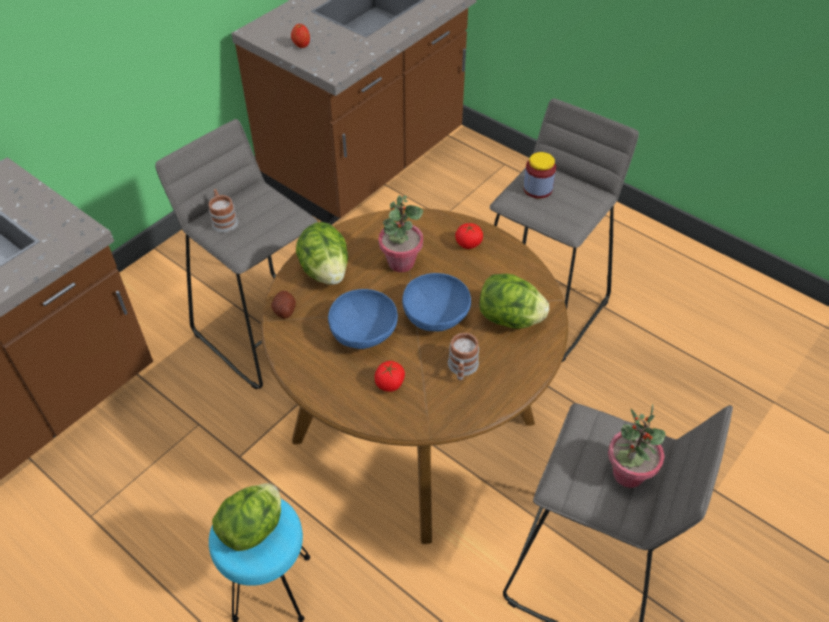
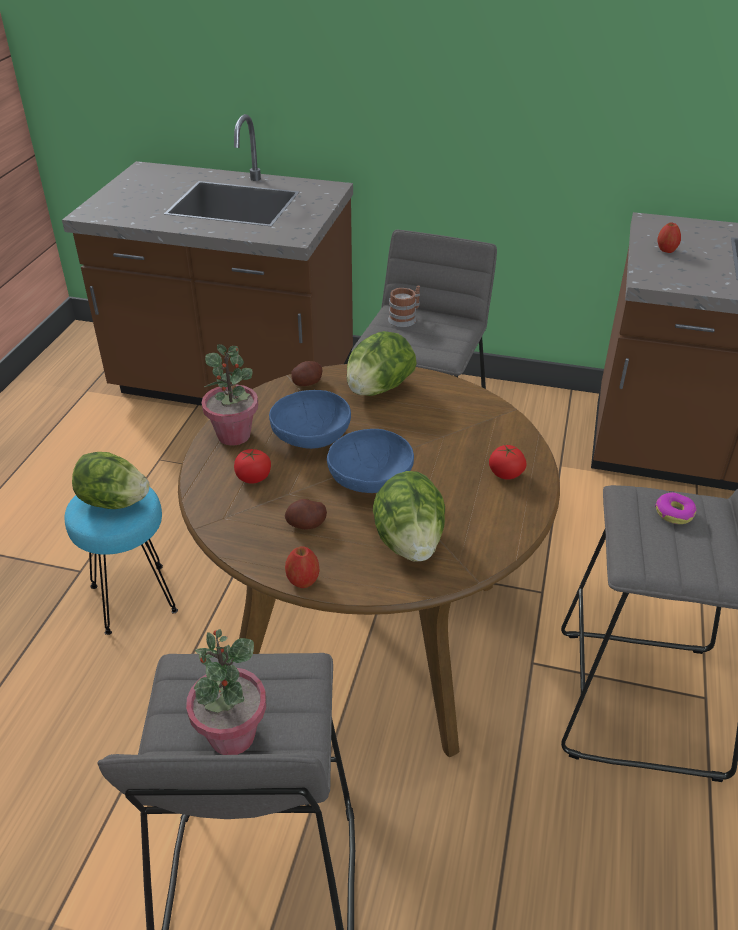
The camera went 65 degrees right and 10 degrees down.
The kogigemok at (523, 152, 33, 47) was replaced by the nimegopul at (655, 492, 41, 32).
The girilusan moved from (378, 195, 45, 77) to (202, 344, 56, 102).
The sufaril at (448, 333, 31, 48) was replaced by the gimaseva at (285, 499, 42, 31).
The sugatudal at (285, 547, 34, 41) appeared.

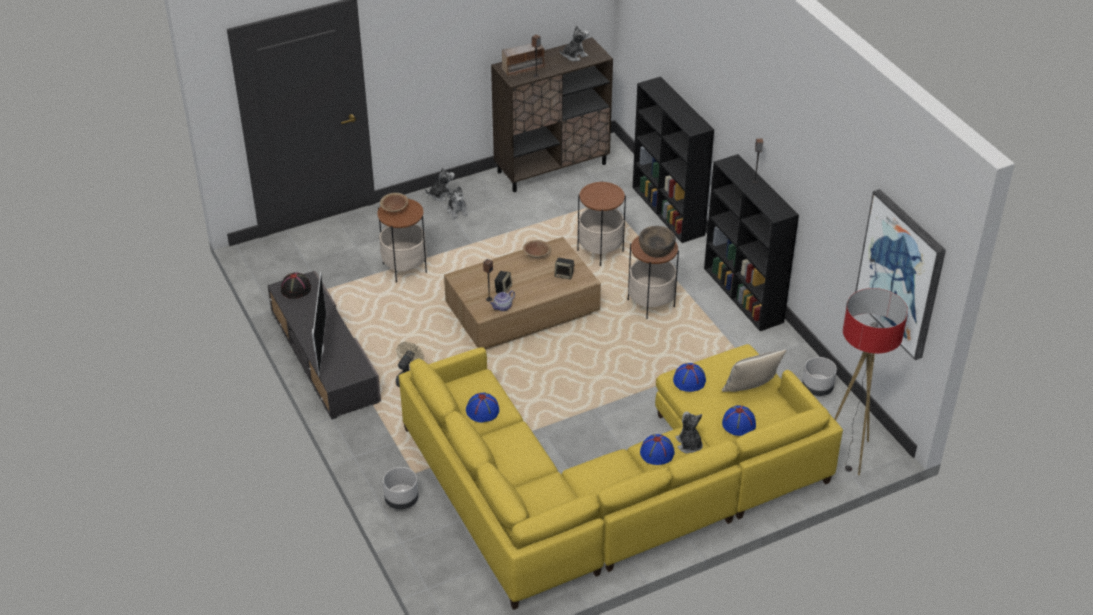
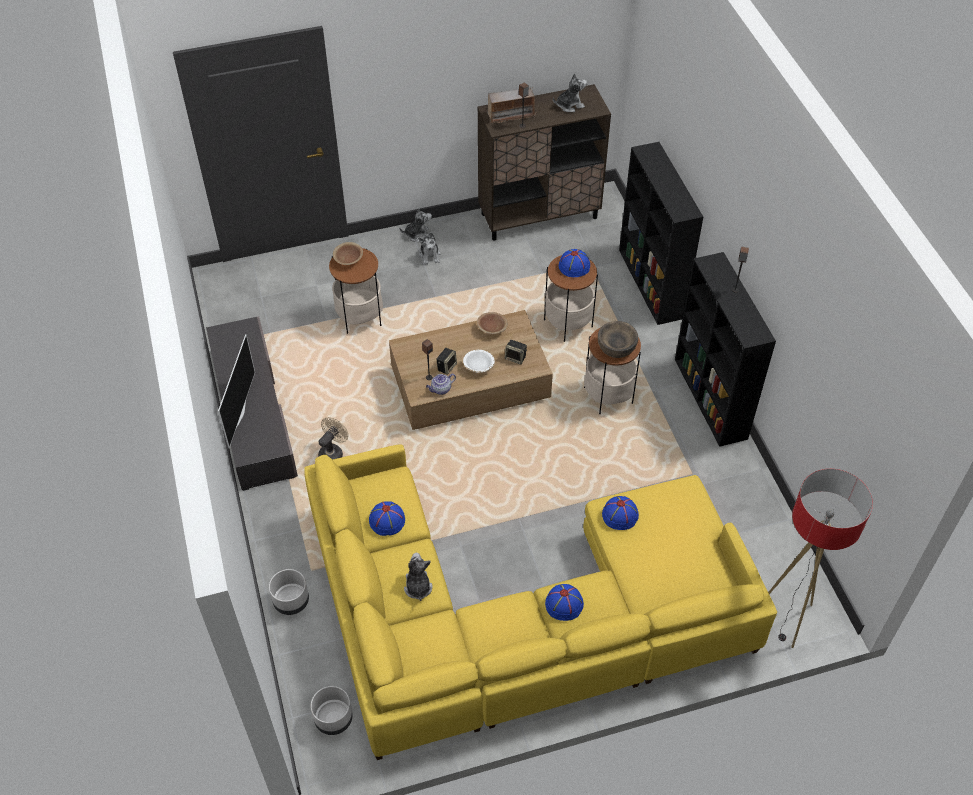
The camera went 10 degrees right and 10 degrees up.
The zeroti at (855, 189, 91, 171) disappeared.
The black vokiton at (281, 273, 30, 26) disappeared.
The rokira at (722, 350, 65, 42) disappeared.
The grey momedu moved from (802, 357, 35, 39) to (311, 686, 42, 49).
The blue vokiton moved from (722, 405, 34, 31) to (559, 249, 31, 28).
The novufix moved from (676, 411, 27, 43) to (404, 553, 29, 48).
The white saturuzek at (463, 350, 32, 23) appeared.

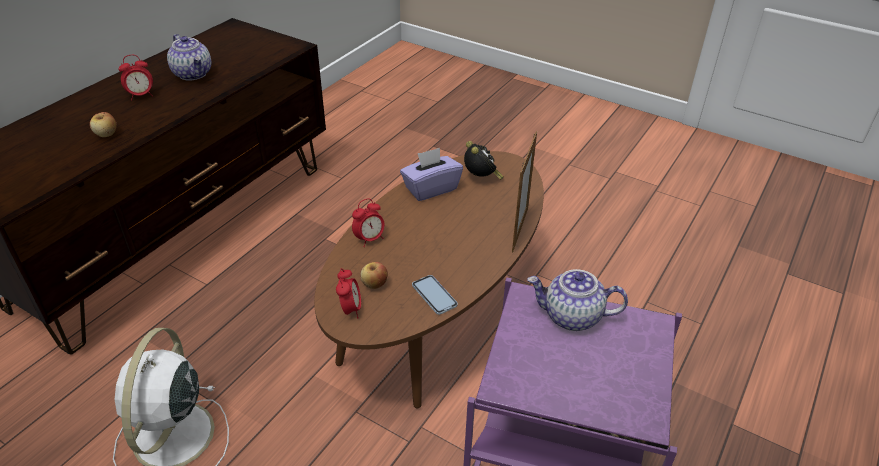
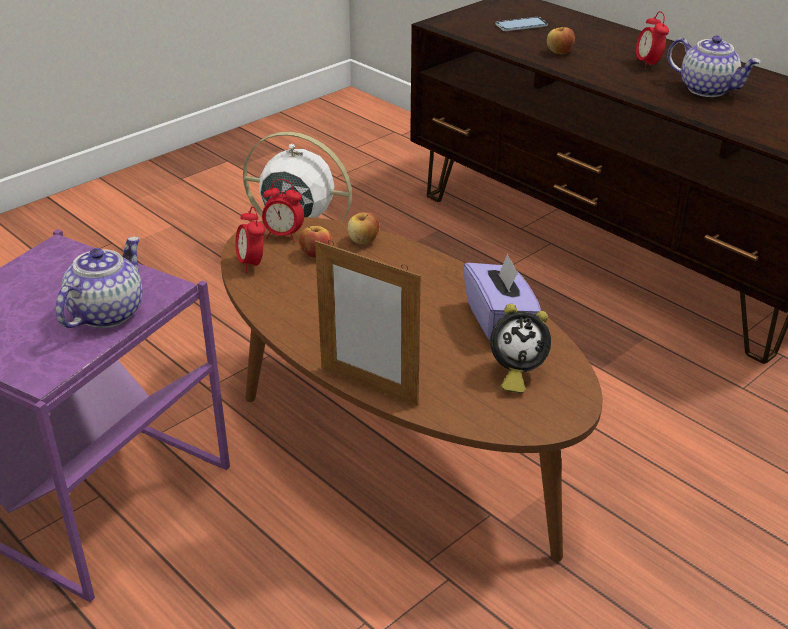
The camera went 105 degrees right and 5 degrees down.
The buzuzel at (167, 34, 44, 47) turned 120 degrees counterclockwise.
The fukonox moved from (352, 199, 33, 48) to (236, 206, 29, 67).
The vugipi moved from (412, 275, 46, 40) to (496, 17, 52, 14).
The sugatudal at (347, 212, 33, 33) appeared.

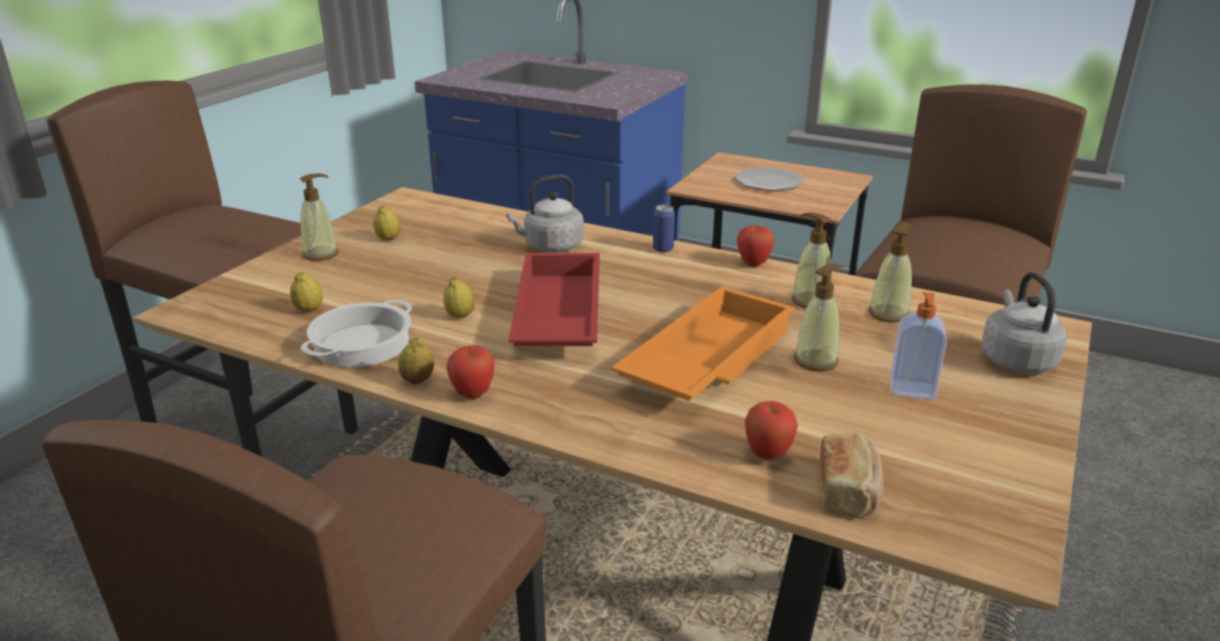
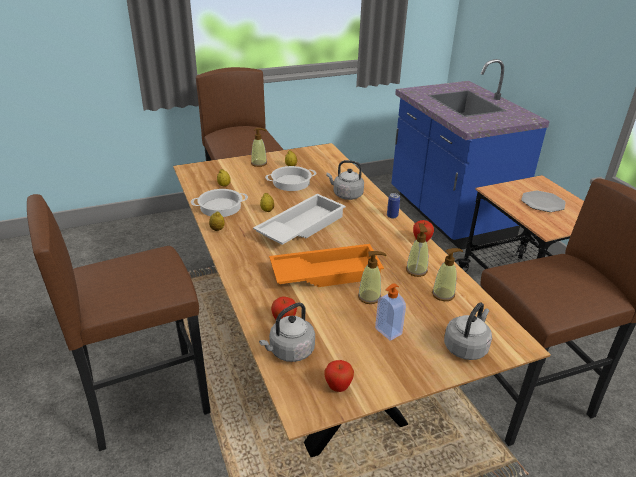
The camera went 40 degrees right and 5 degrees up.
The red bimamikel at (508, 253, 92, 93) became the white bimamikel at (253, 194, 93, 51).
The sugatudal moved from (446, 345, 49, 54) to (324, 360, 30, 32).
The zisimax at (820, 433, 64, 85) was replaced by the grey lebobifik at (259, 303, 56, 59).
The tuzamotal at (265, 166, 52, 25) appeared.

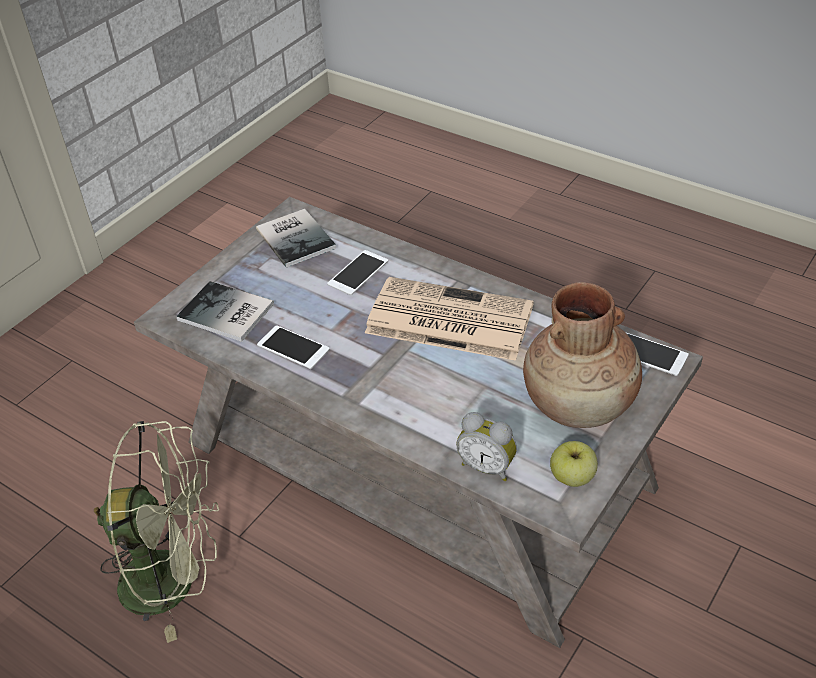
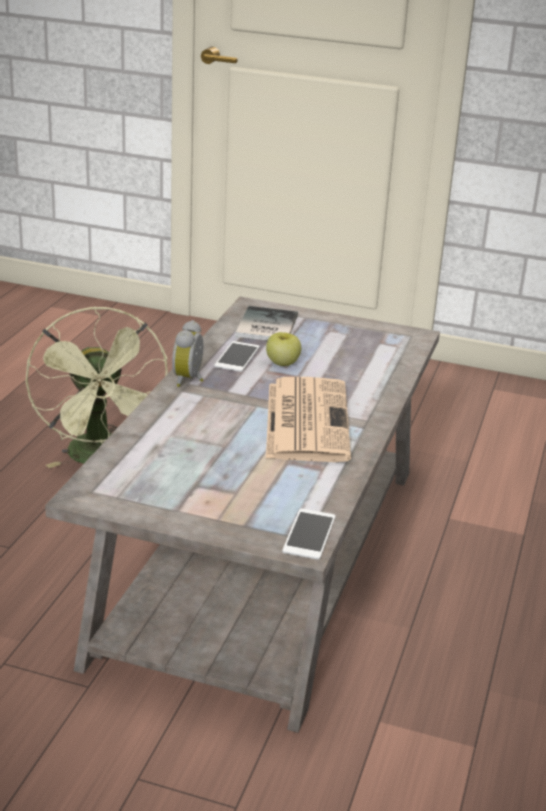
The camera went 70 degrees right and 15 degrees down.
The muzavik at (256, 209, 80, 59) disappeared.
The vugipi at (327, 250, 61, 45) disappeared.
The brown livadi at (523, 282, 119, 146) disappeared.
The fukonox moved from (456, 412, 61, 69) to (172, 320, 31, 67).
The sugatudal moved from (550, 441, 48, 46) to (266, 332, 35, 34).

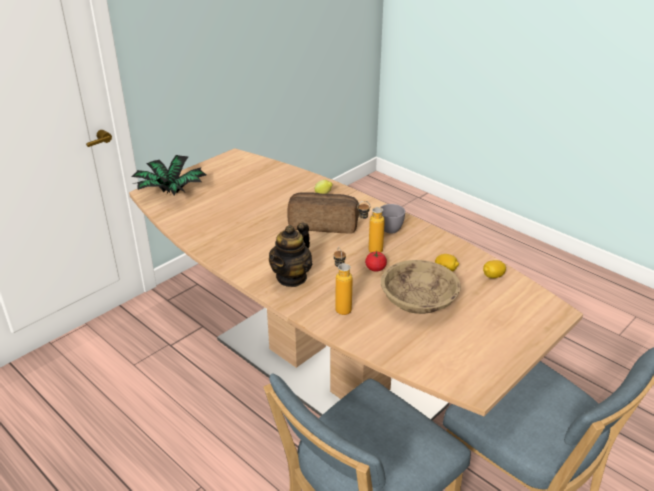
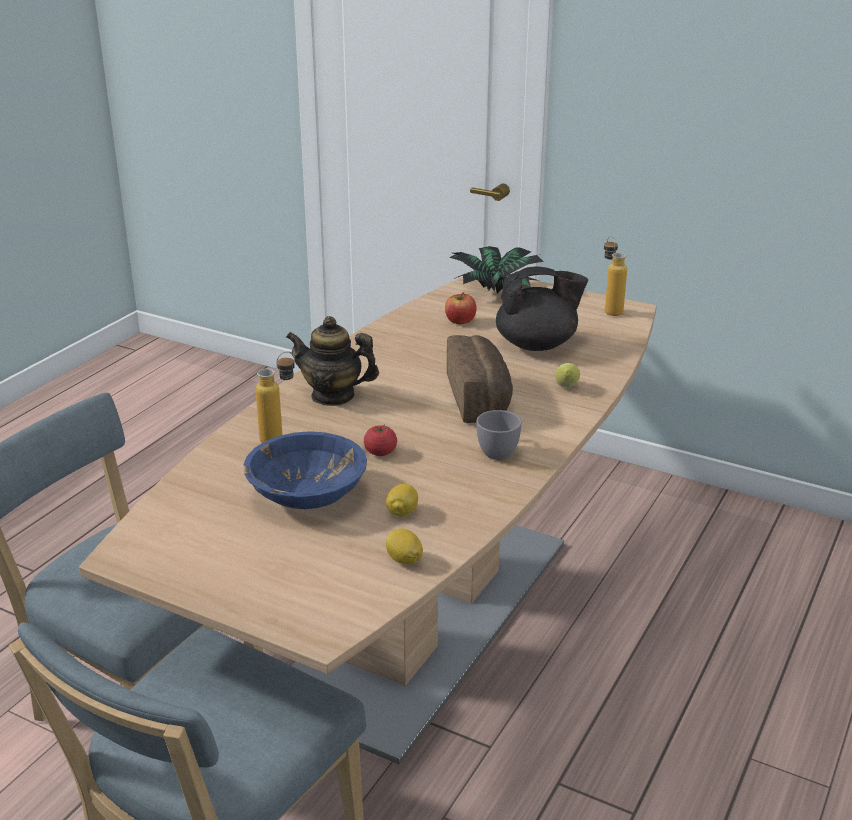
The camera went 75 degrees right and 5 degrees down.
The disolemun moved from (358, 201, 27, 52) to (604, 236, 23, 80).
The beige saturuzek at (381, 260, 80, 54) became the blue saturuzek at (243, 431, 124, 78).
The black buzuzel at (496, 266, 92, 85) appeared.
The sugatudal at (445, 292, 32, 32) appeared.

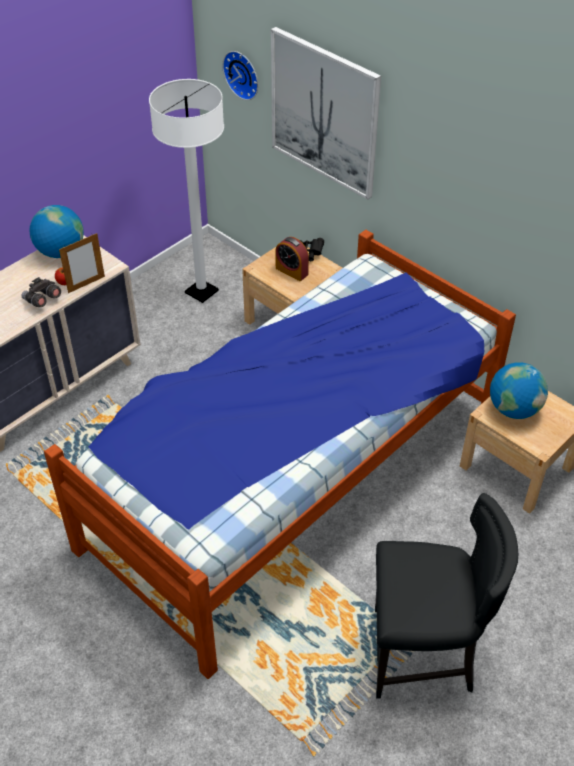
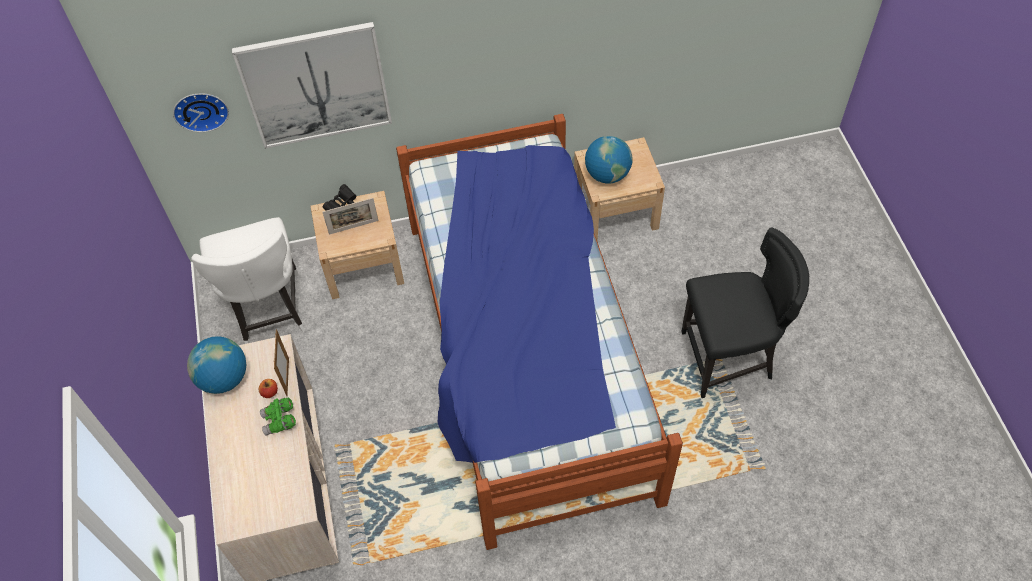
The camera went 55 degrees left and 10 degrees up.
The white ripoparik at (149, 79, 75, 224) was replaced by the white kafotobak at (191, 217, 115, 127).
The fukonox at (275, 237, 34, 44) was replaced by the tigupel at (323, 198, 55, 37).
The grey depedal at (22, 277, 39, 30) became the green depedal at (260, 398, 36, 38).
The black kafotobak at (375, 493, 143, 206) turned 45 degrees clockwise.

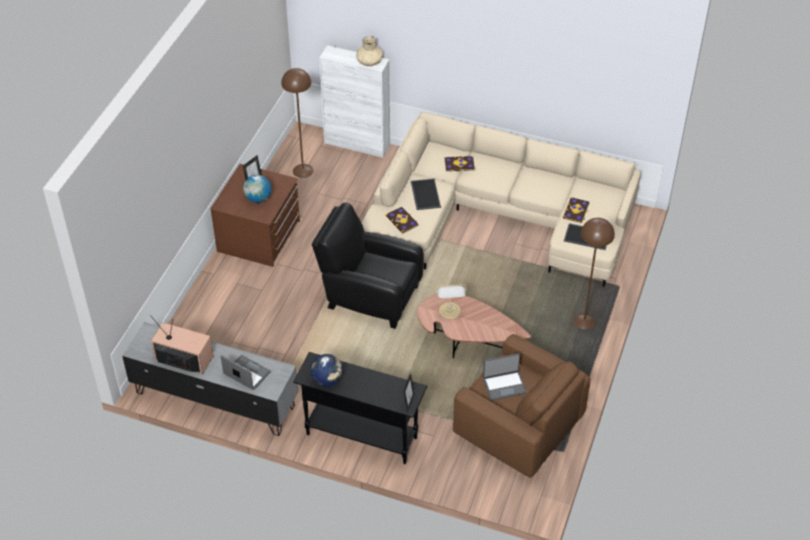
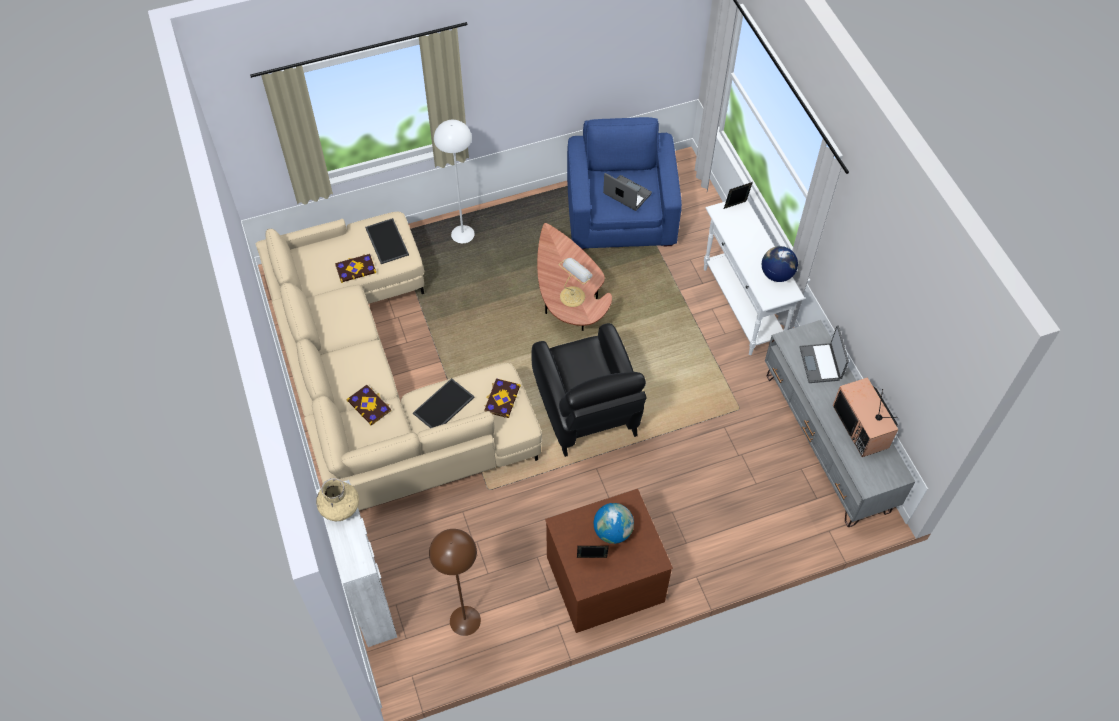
The camera went 130 degrees left and 10 degrees up.
The brown ripoparik at (574, 218, 41, 111) became the white ripoparik at (434, 120, 41, 123).
The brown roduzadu at (453, 334, 137, 144) became the blue roduzadu at (567, 117, 115, 132).
The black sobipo at (293, 352, 134, 112) became the white sobipo at (704, 200, 101, 155).

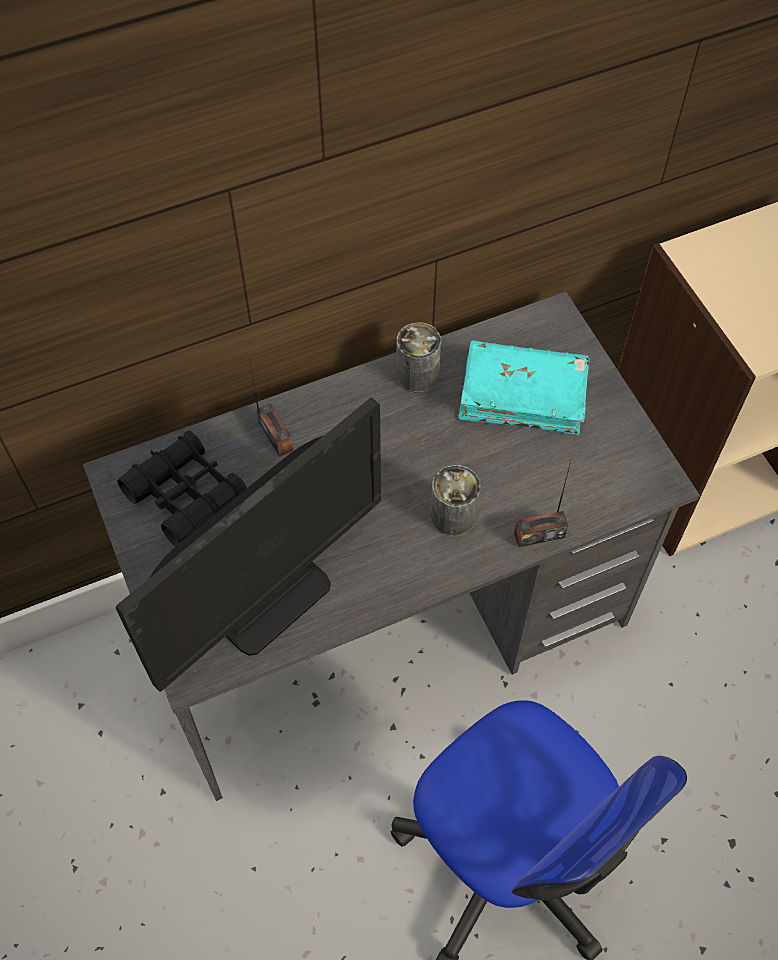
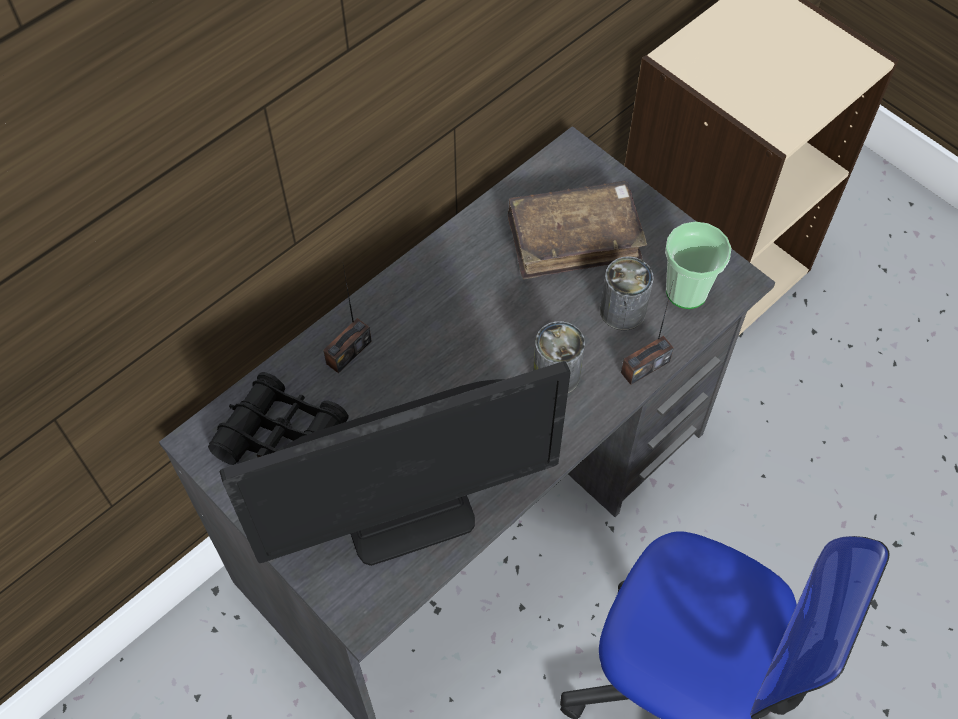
The camera went 20 degrees left and 0 degrees up.
The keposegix moved from (396, 322, 45, 71) to (600, 256, 54, 74).
The turquoise muzavik at (459, 340, 130, 95) became the brown muzavik at (508, 181, 139, 98).
The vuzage at (249, 357, 45, 100) turned 90 degrees clockwise.
The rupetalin at (116, 397, 265, 295) turned 45 degrees clockwise.
The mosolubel at (665, 221, 66, 88) appeared.

